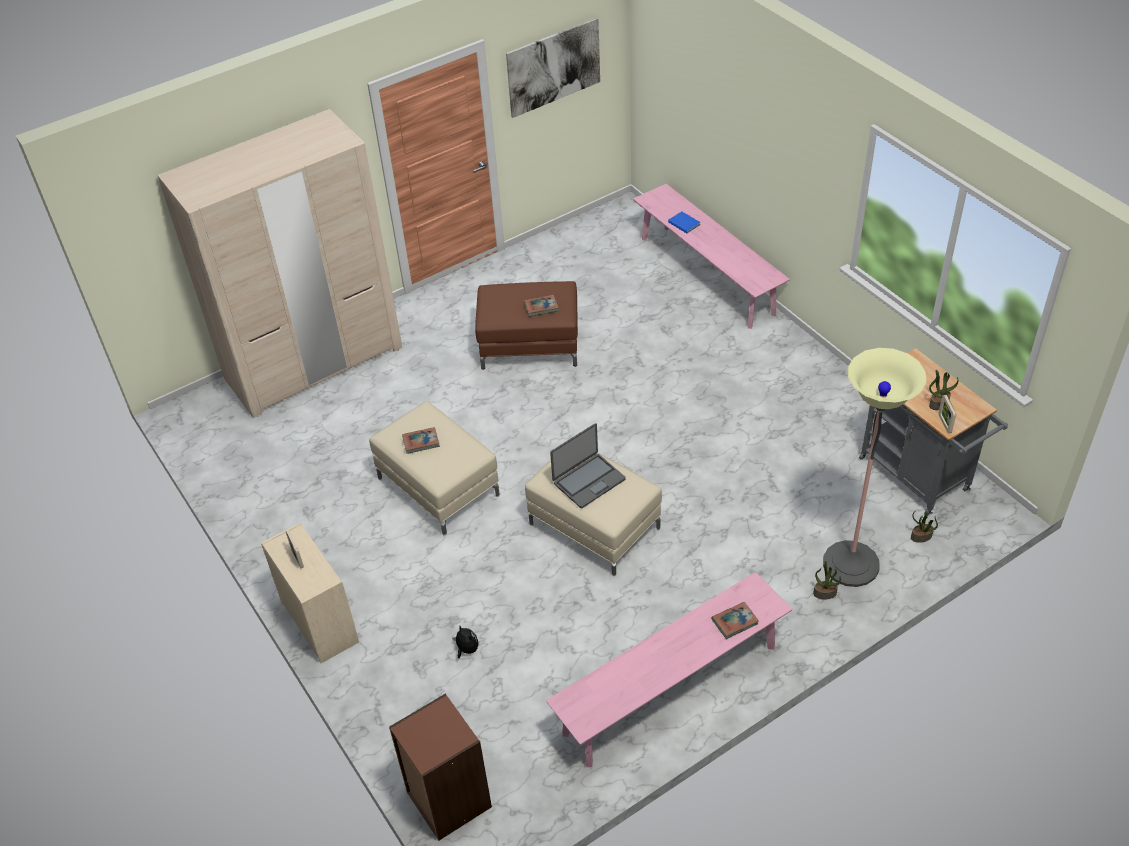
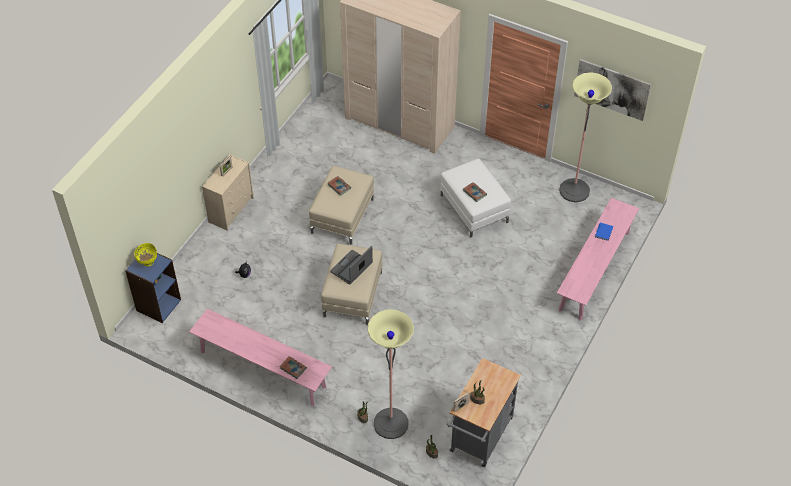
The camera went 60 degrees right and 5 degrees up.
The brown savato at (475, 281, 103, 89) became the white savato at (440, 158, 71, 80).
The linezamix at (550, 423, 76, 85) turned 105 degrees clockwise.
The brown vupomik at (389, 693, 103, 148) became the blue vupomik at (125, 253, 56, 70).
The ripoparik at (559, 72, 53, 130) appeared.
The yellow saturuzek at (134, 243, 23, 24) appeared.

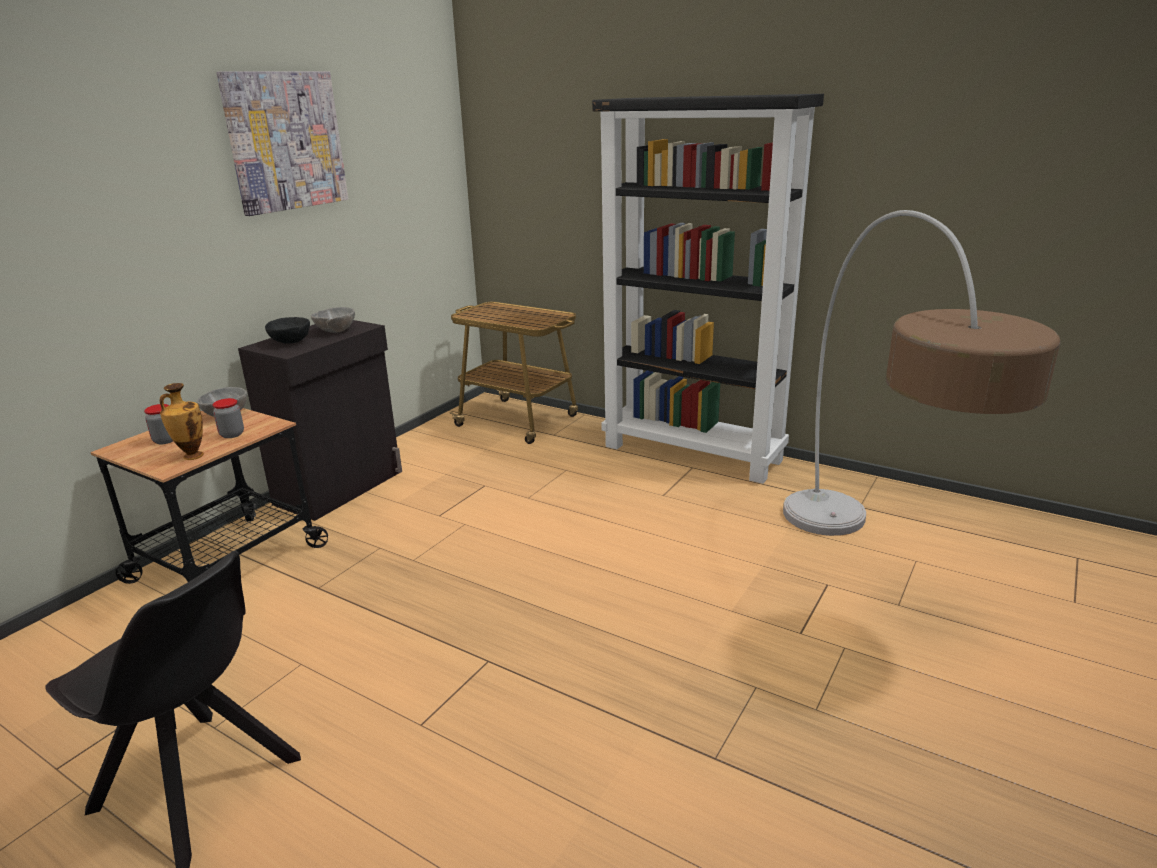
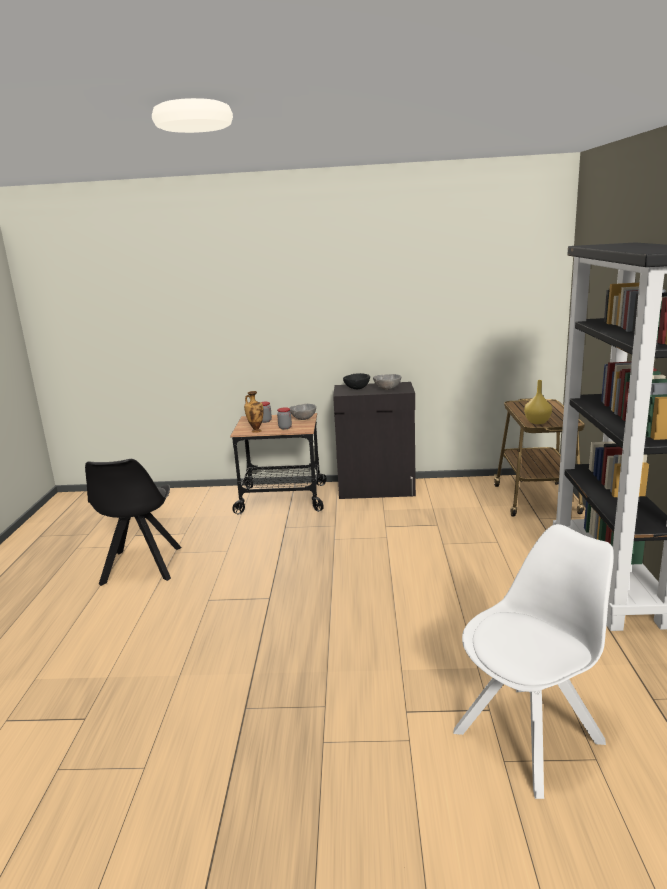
The camera went 60 degrees right and 5 degrees down.
The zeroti at (216, 71, 132, 145) disappeared.
The ripoparik at (783, 210, 278, 326) was replaced by the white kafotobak at (453, 524, 161, 275).
The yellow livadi at (524, 380, 28, 44) appeared.

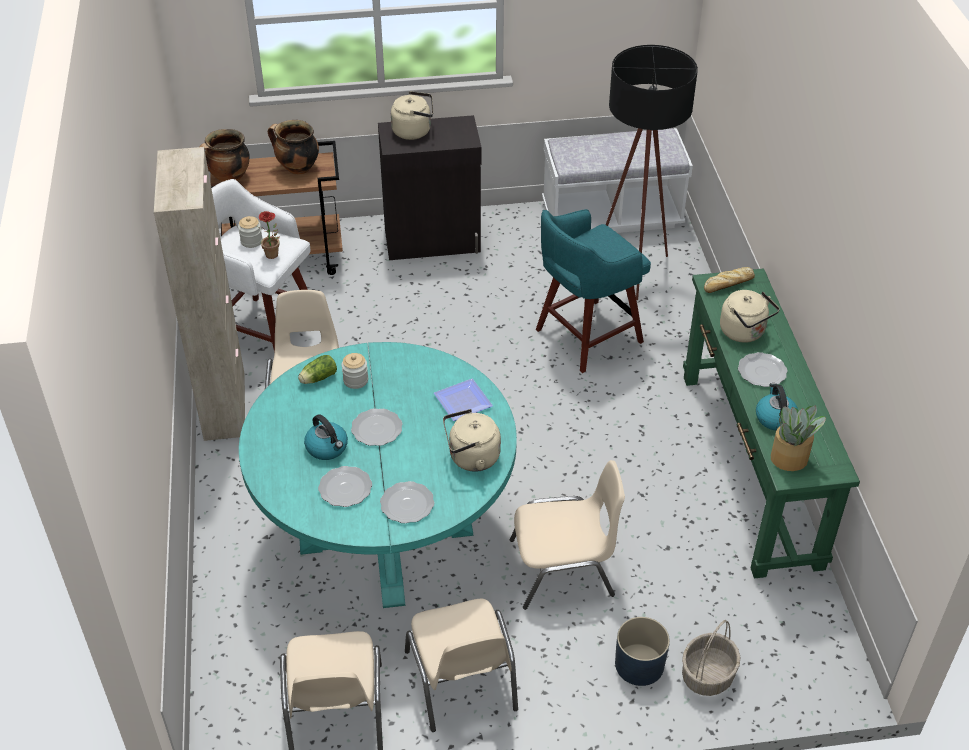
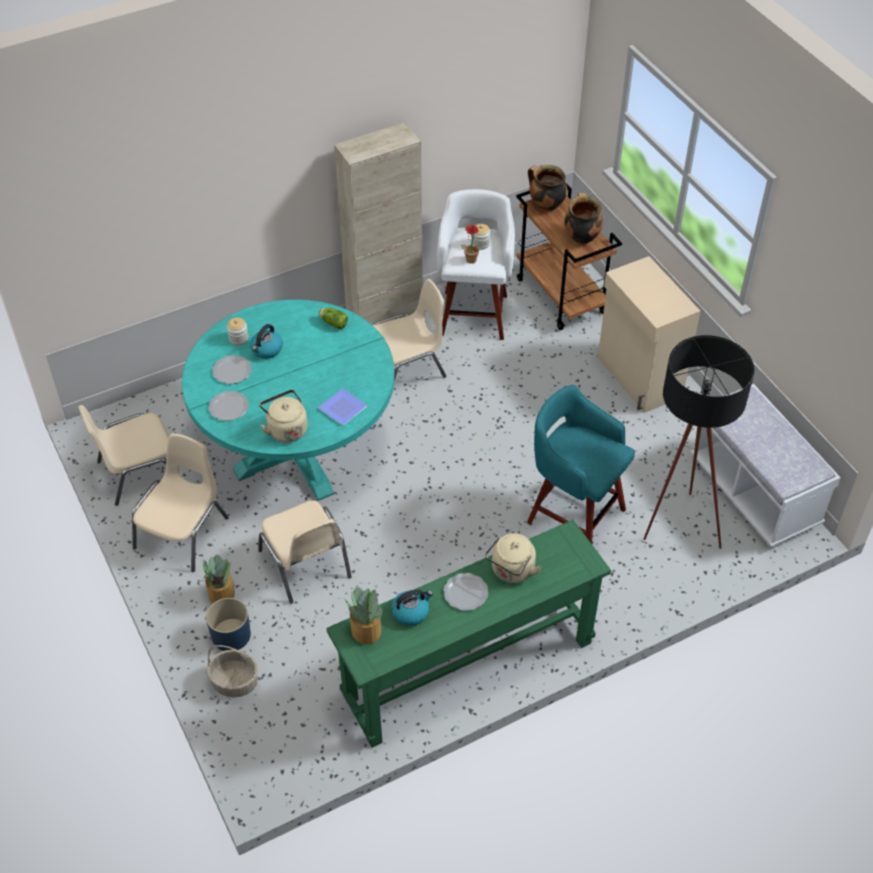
The camera went 70 degrees right and 5 degrees up.
The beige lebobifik at (391, 91, 42, 49) disappeared.
The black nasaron at (378, 115, 104, 145) became the beige nasaron at (598, 256, 103, 157).
The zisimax at (704, 267, 51, 26) disappeared.
The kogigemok moved from (341, 353, 27, 36) to (227, 317, 22, 28).
The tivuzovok at (351, 408, 51, 38) disappeared.
The beige kafotobak at (405, 599, 113, 133) turned 150 degrees clockwise.
The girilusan at (202, 555, 33, 49) appeared.

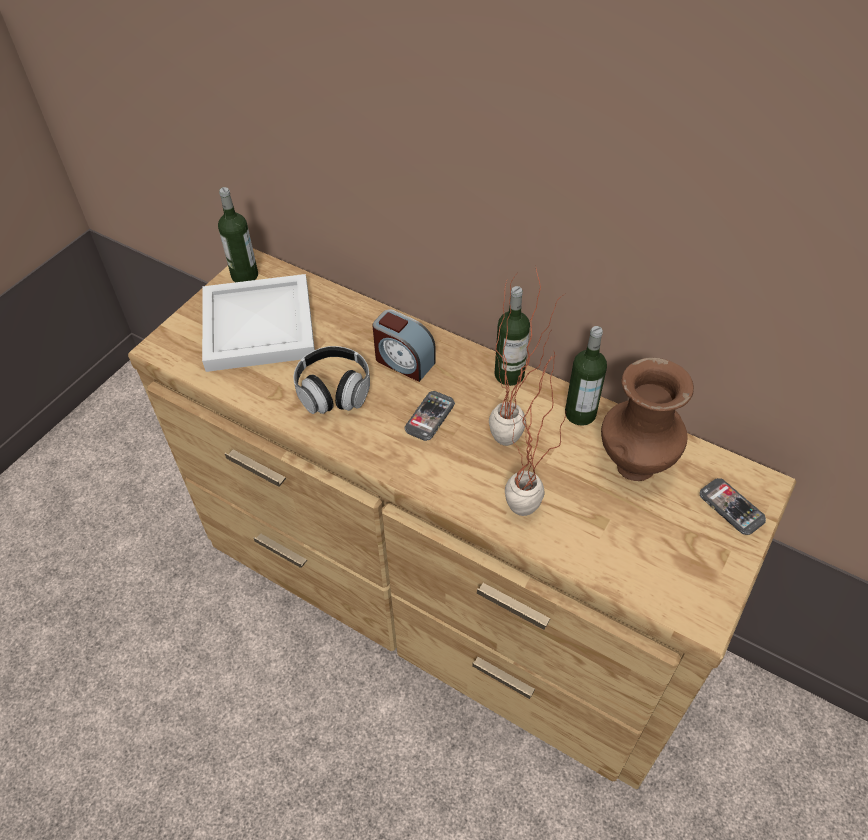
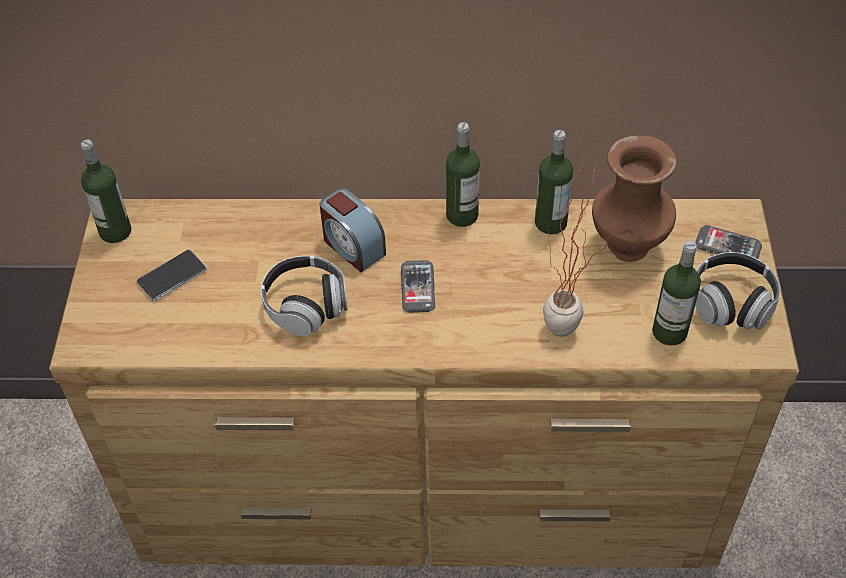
The camera went 30 degrees left and 0 degrees up.
The girilusan at (489, 269, 76, 177) disappeared.
The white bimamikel at (202, 274, 113, 98) was replaced by the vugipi at (136, 249, 71, 53).
The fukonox at (372, 309, 64, 73) turned 45 degrees clockwise.
The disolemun at (652, 241, 49, 104) appeared.
The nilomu at (695, 252, 85, 78) appeared.

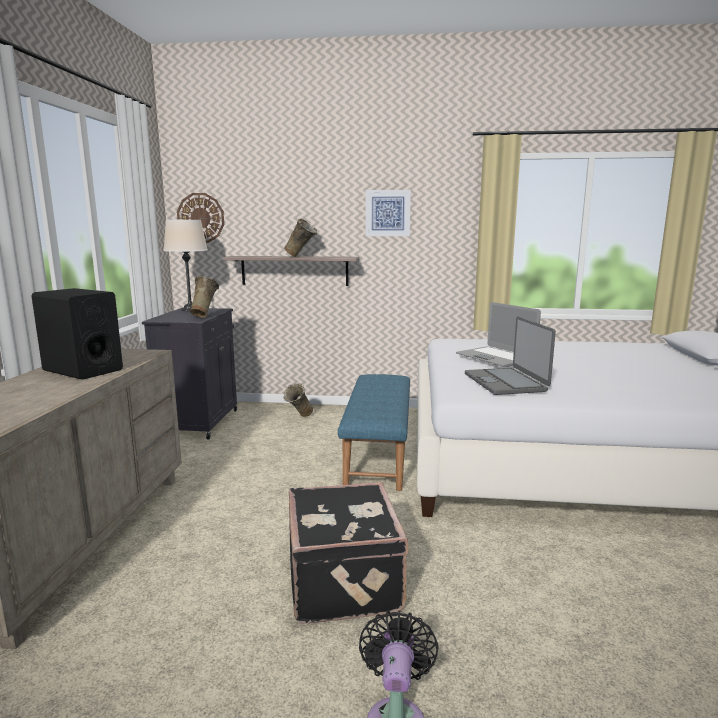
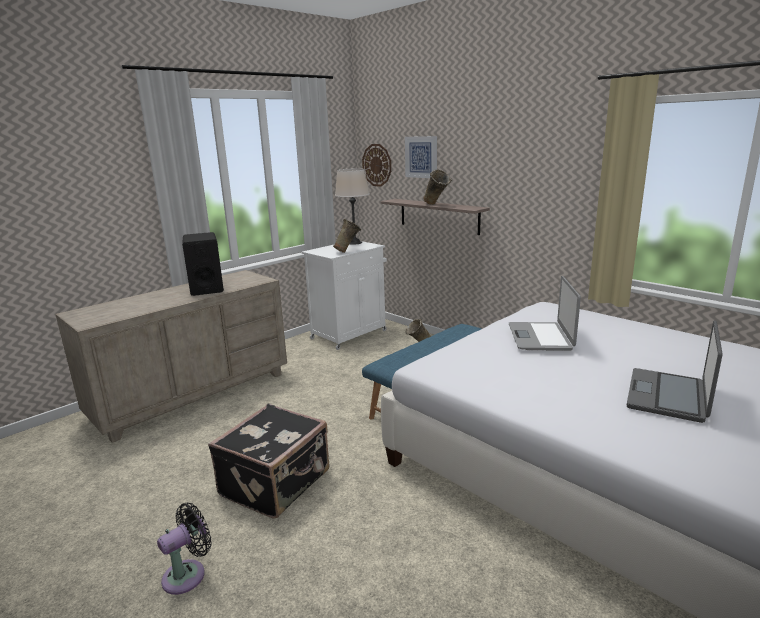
The camera went 40 degrees right and 5 degrees up.
The zeroti moved from (365, 190, 46, 46) to (405, 136, 32, 42).
The black nasaron at (142, 308, 95, 132) became the white nasaron at (302, 241, 85, 109).
The linezamix moved from (465, 317, 91, 78) to (627, 320, 96, 103).

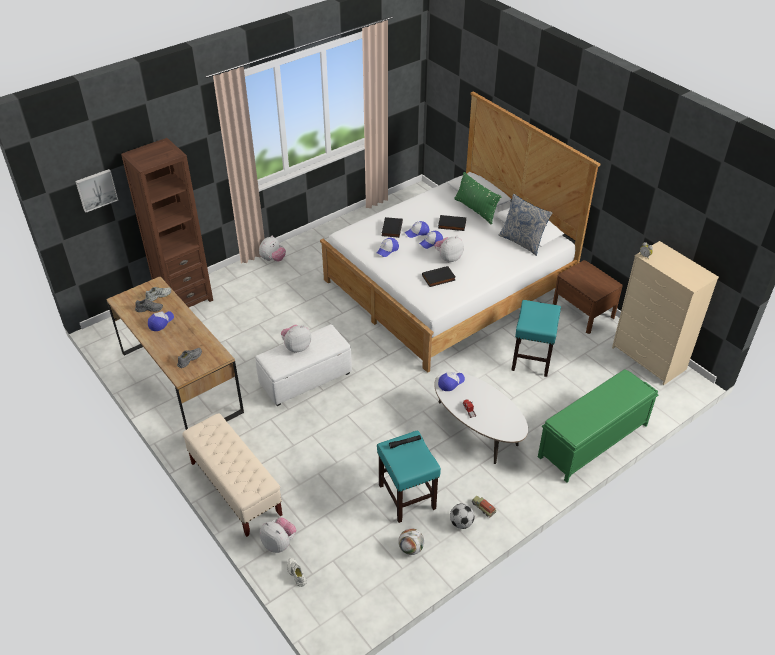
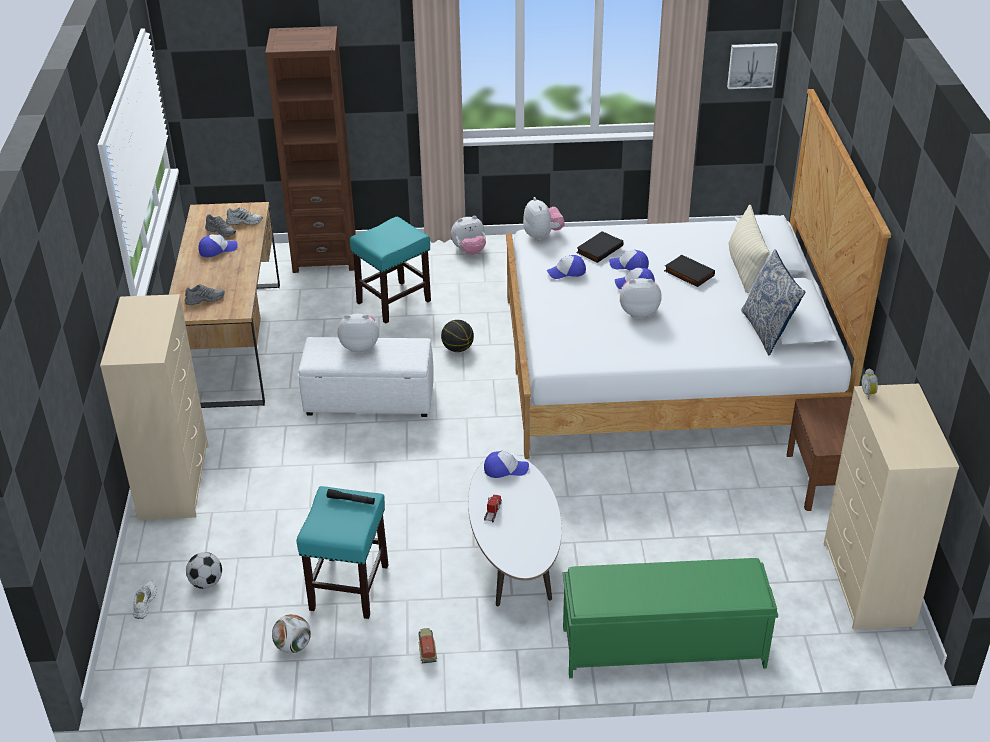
The camera went 35 degrees right and 5 degrees down.
The zeroti moved from (75, 169, 43, 43) to (727, 43, 51, 46).
The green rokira at (454, 172, 48, 52) became the beige rokira at (729, 205, 41, 88).
The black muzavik at (422, 266, 33, 21) disappeared.
The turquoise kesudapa moved from (512, 300, 49, 77) to (350, 217, 81, 107).
The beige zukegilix at (182, 413, 100, 124) was replaced by the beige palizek at (100, 294, 108, 226).
The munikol moved from (450, 503, 25, 26) to (186, 552, 36, 37).
The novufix moved from (260, 517, 36, 36) to (523, 197, 42, 44).
The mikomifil at (441, 320, 33, 32) appeared.

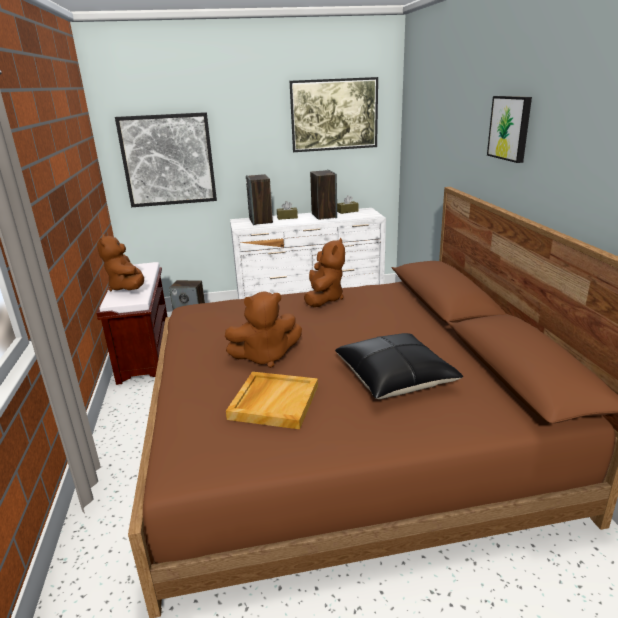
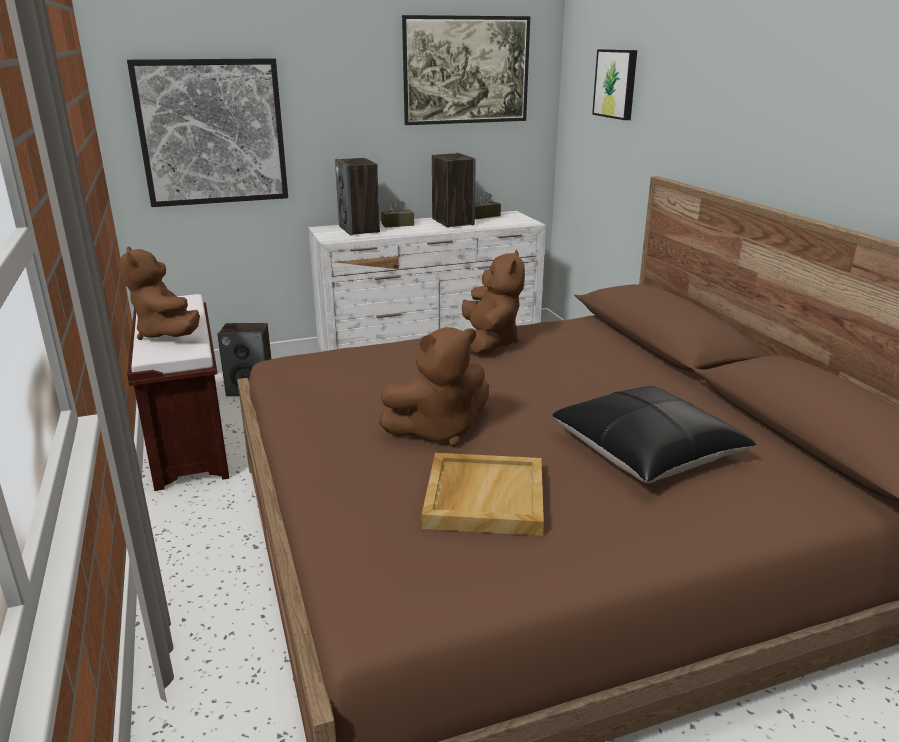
The camera went 10 degrees left and 0 degrees up.
The zeroti moved from (487, 96, 45, 67) to (592, 49, 45, 71).

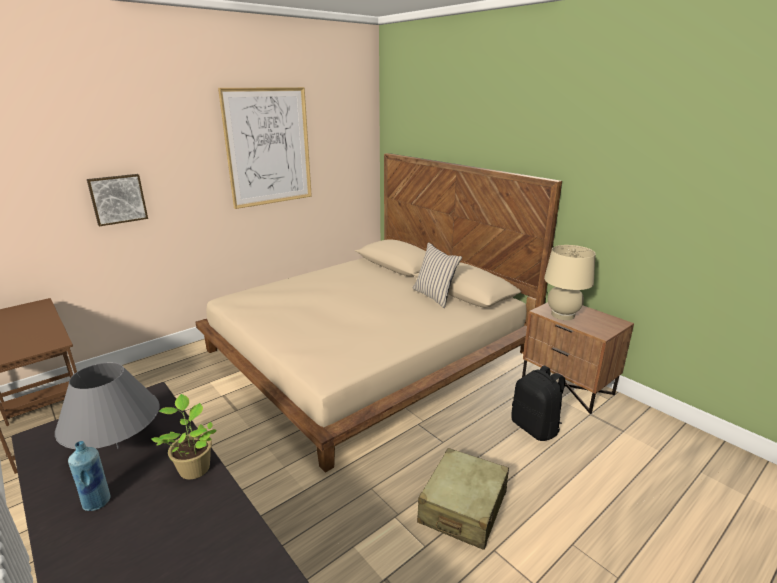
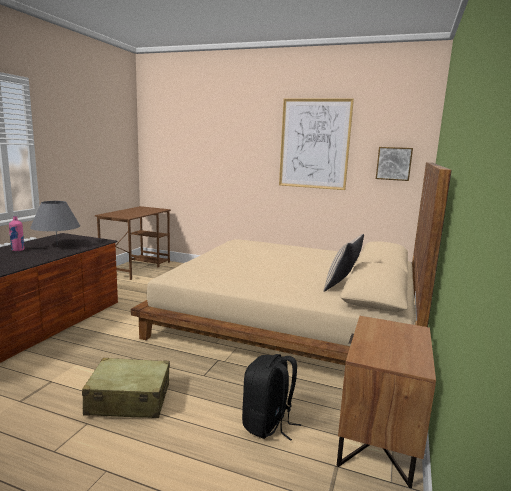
The camera went 60 degrees right and 10 degrees down.
The zeroti moved from (87, 174, 61, 53) to (376, 147, 37, 34).
The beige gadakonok at (544, 245, 52, 75) disappeared.
The girilusan at (151, 394, 65, 85) disappeared.
The blue disolemun at (68, 441, 42, 70) became the pink disolemun at (9, 216, 16, 35).

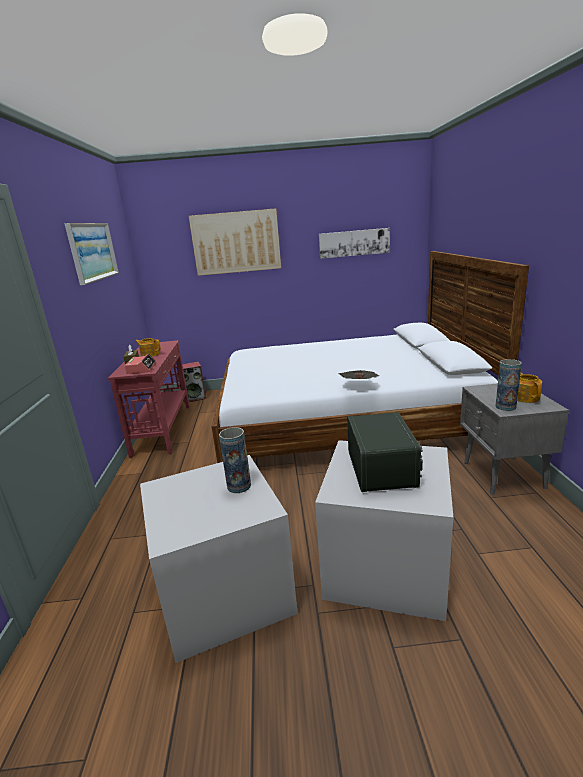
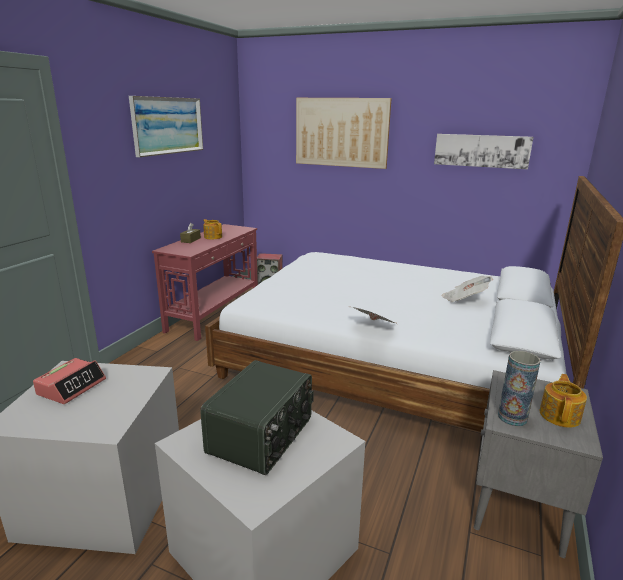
The camera went 25 degrees right and 0 degrees up.
The fukonox moved from (124, 353, 33, 21) to (33, 358, 73, 46).
The livadi at (219, 427, 32, 66) disappeared.
The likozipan at (441, 276, 52, 26) appeared.

